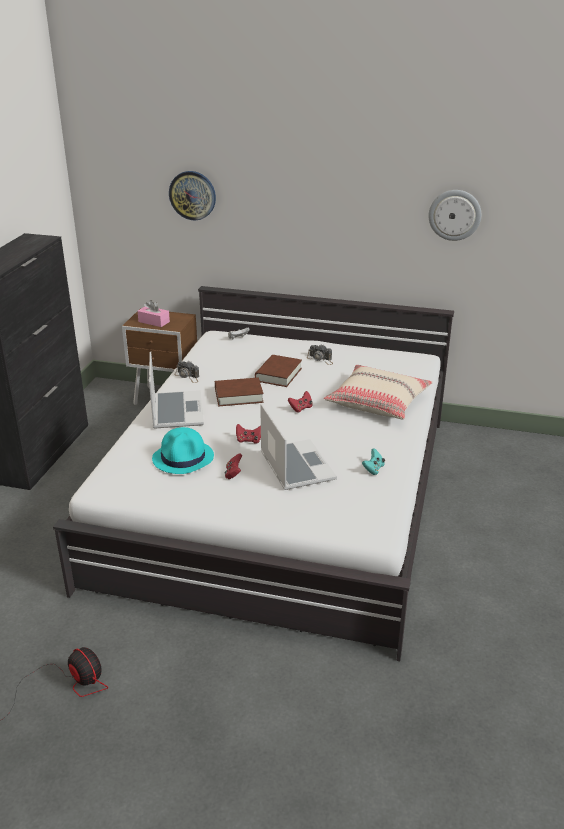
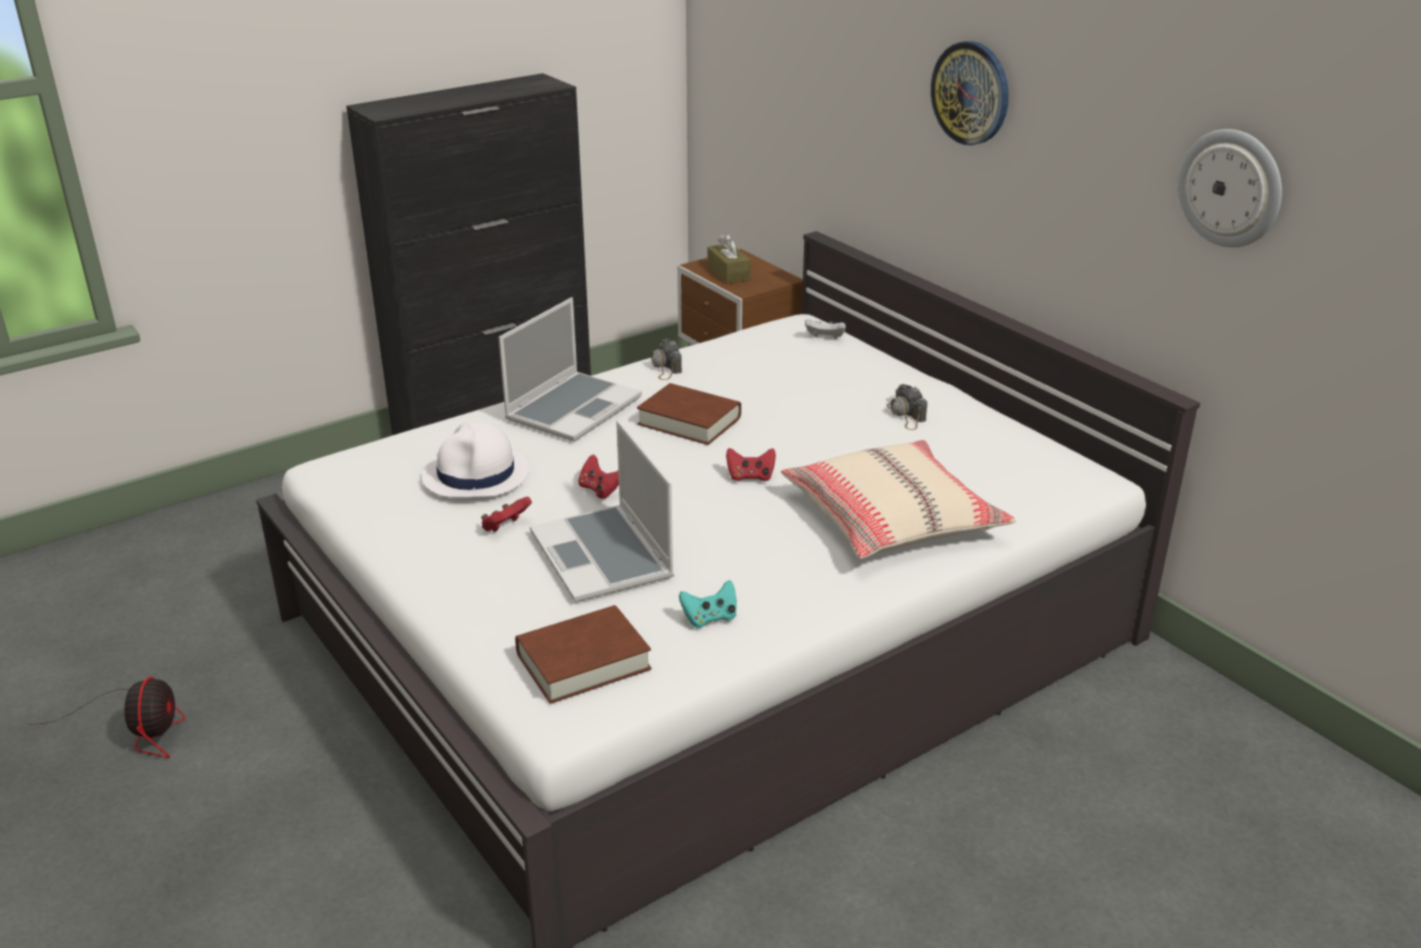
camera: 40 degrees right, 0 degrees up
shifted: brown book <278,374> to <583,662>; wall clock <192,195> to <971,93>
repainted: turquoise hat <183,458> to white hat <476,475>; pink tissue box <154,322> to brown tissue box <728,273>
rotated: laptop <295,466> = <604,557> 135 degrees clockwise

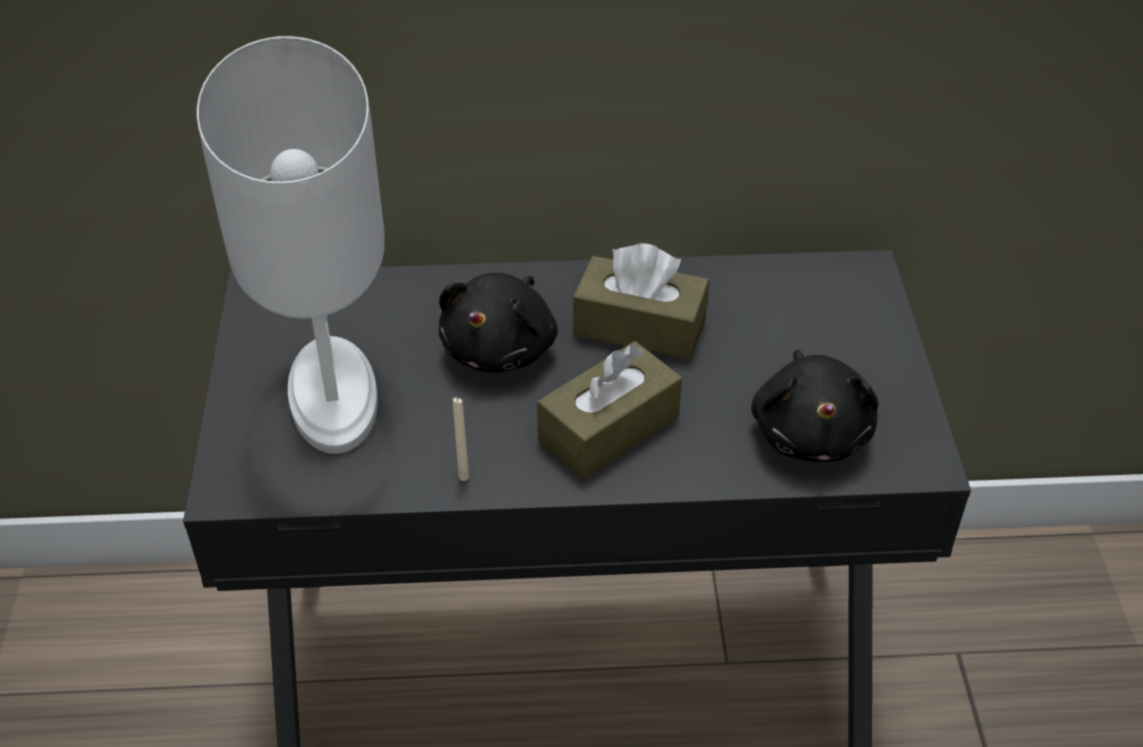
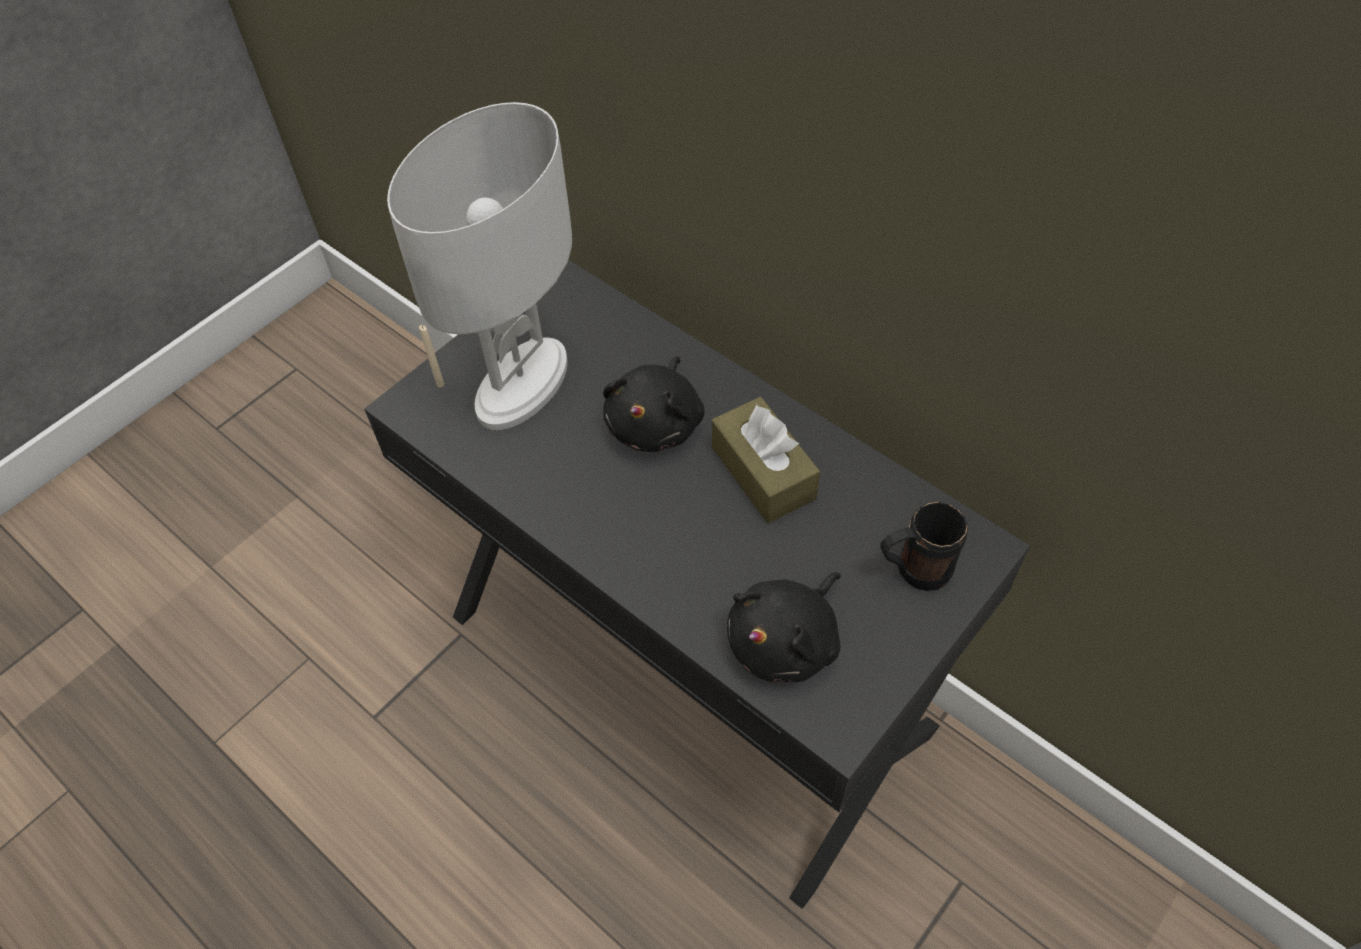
camera: 45 degrees right, 10 degrees up
gone: brown tissue box <609,428>
new: black mug <912,572>
shifted: beige candle <463,477> to <440,384>
rotated: black plush toy <502,348> = <656,423> 45 degrees counterclockwise

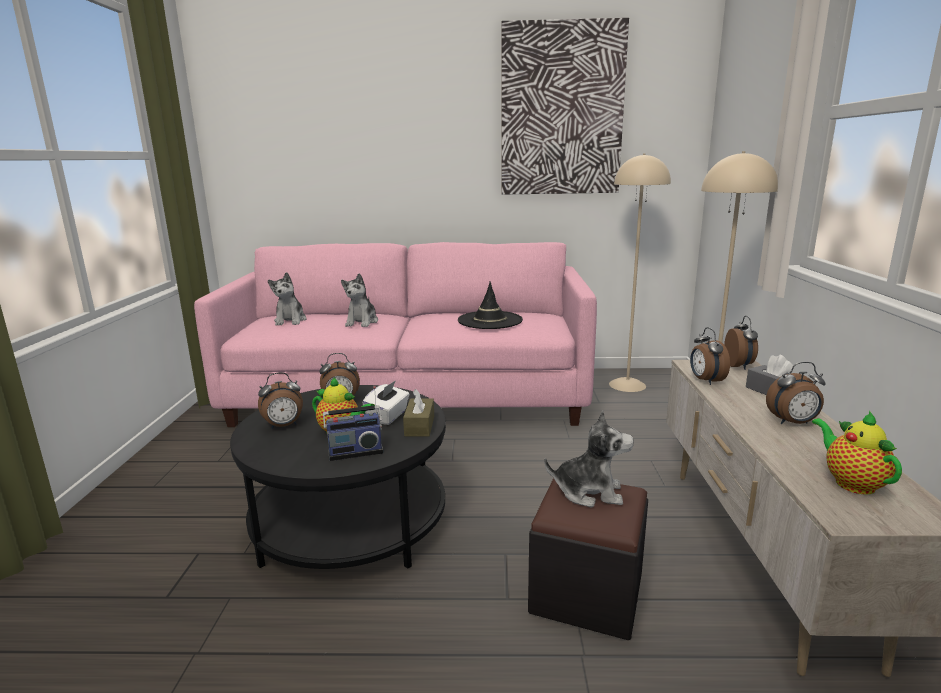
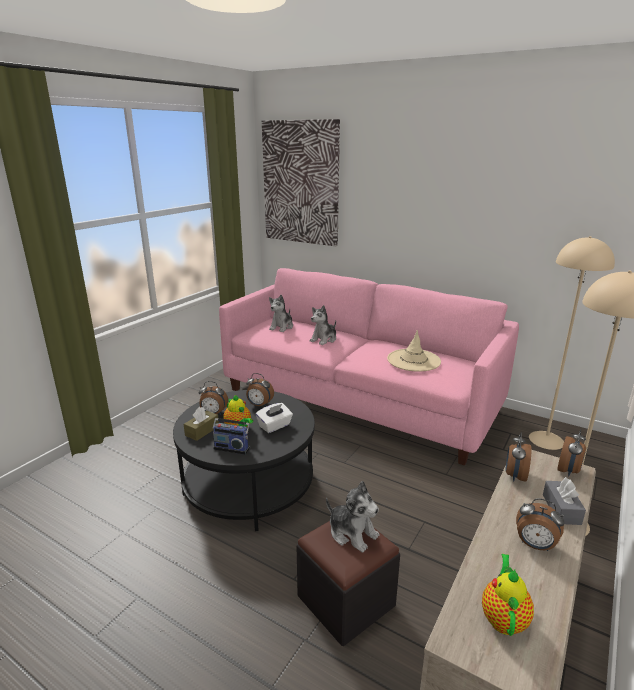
camera: 30 degrees right, 5 degrees up
shifted: brown tissue box <419,426> to <202,431>; picture <561,110> to <301,183>
repainted: black hat <490,320> to beige hat <413,360>

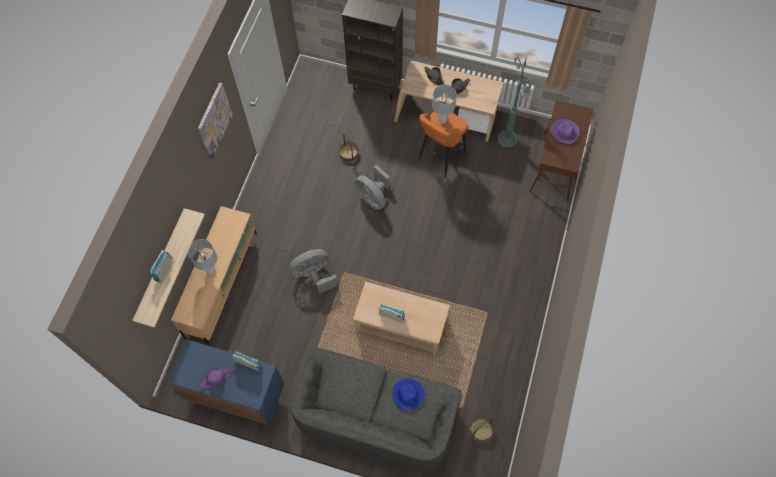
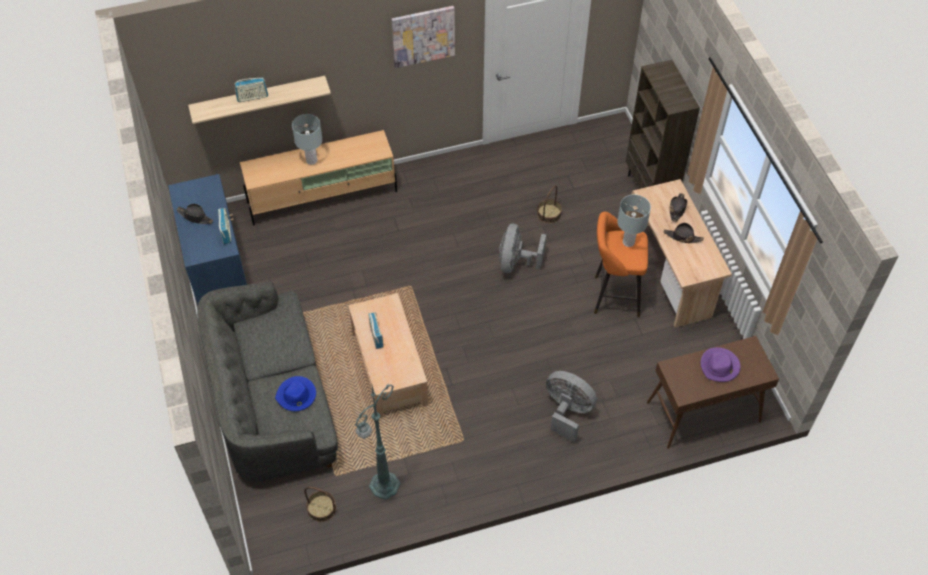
camera: 55 degrees right, 10 degrees down
shifted: green floor lamp <507,140> to <383,486>; grey fan <314,275> to <567,412>
repainted: purple hat <216,378> to black hat <195,217>

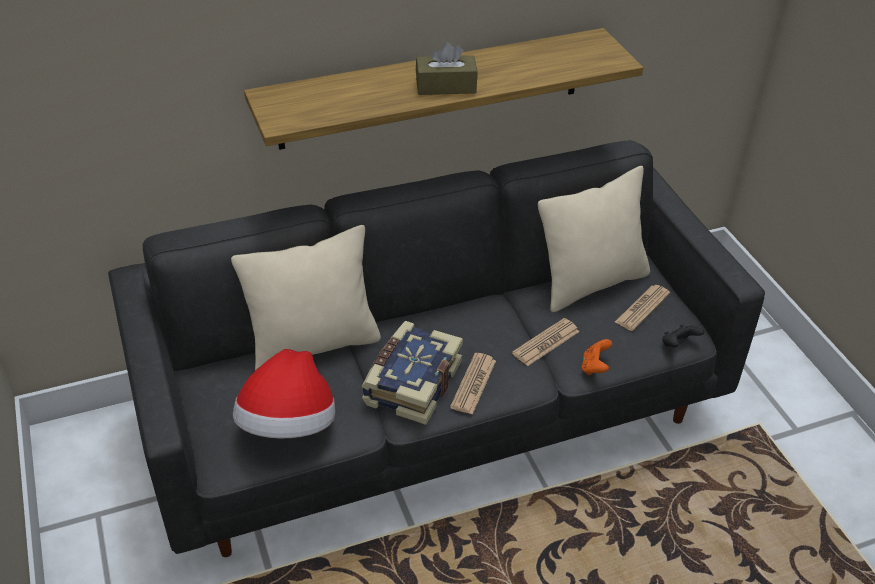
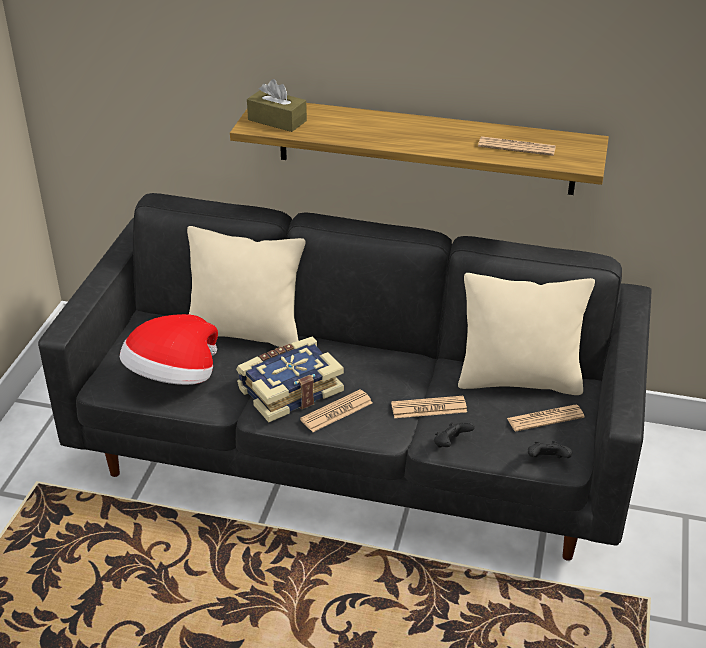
camera: 35 degrees right, 5 degrees down
new: newspaper <516,147>
shifted: brown tissue box <446,86> to <277,120>
repainted: orange game controller <594,367> to black game controller <451,444>

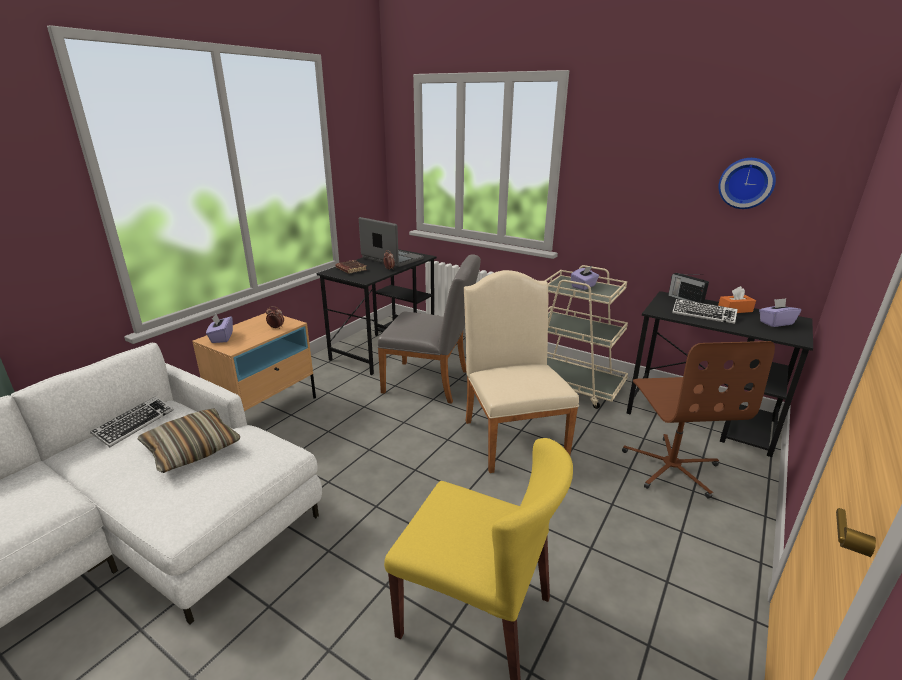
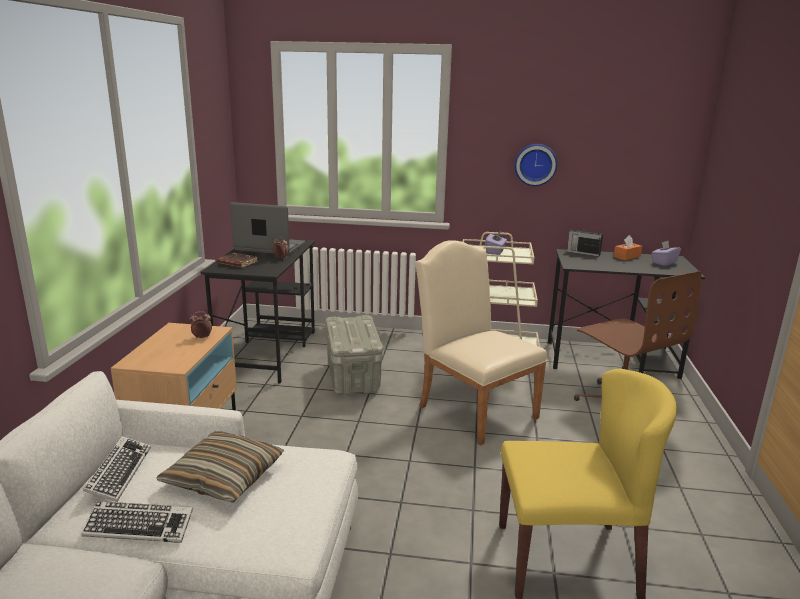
camera: 25 degrees left, 5 degrees down
gone: purple tissue box <221,337>
shifted: keyboard <703,315> to <139,527>; wall clock <746,183> to <535,164>
swapped: grey chair <432,382> to grey storage box <353,378>

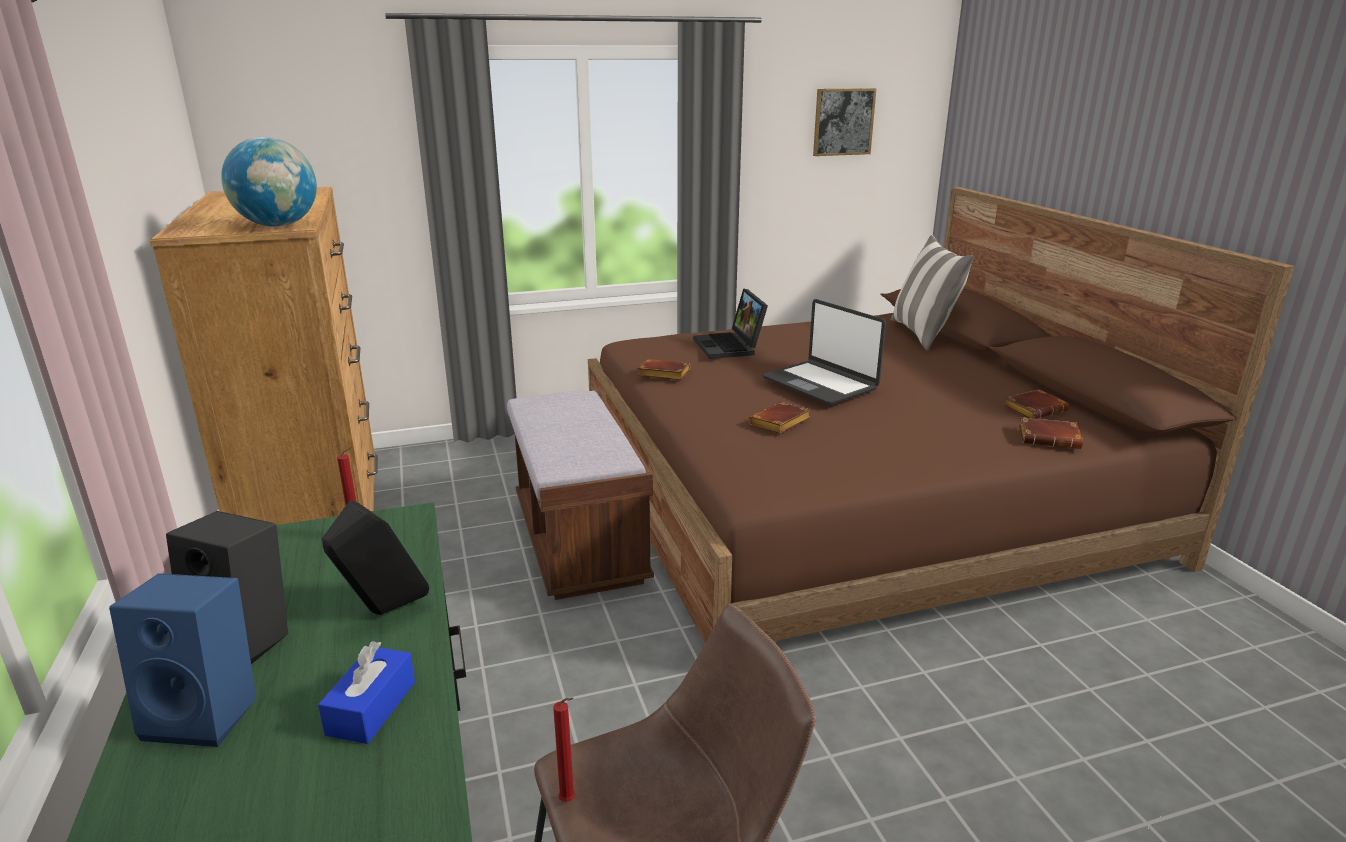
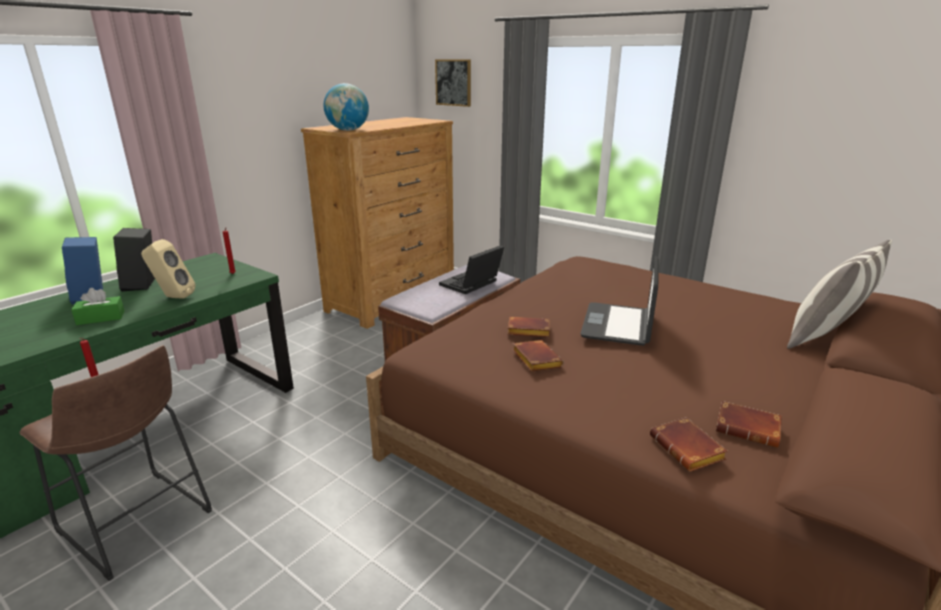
camera: 55 degrees right, 0 degrees up
shifted: picture <843,122> to <453,82>; laptop <730,347> to <471,285>; brown book <662,374> to <534,359>
repainted: blue tissue box <371,708> to green tissue box <101,318>; black speaker <382,612> to beige speaker <173,297>

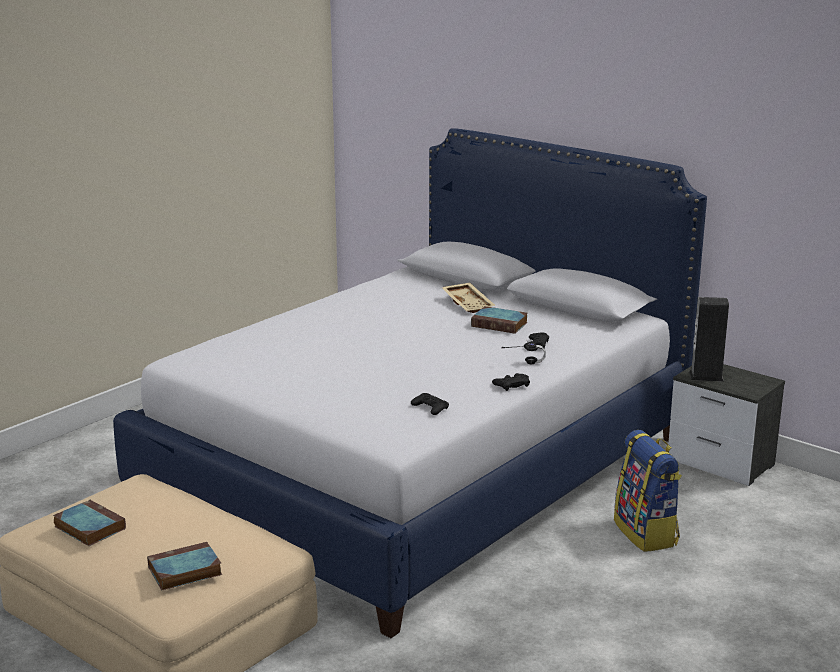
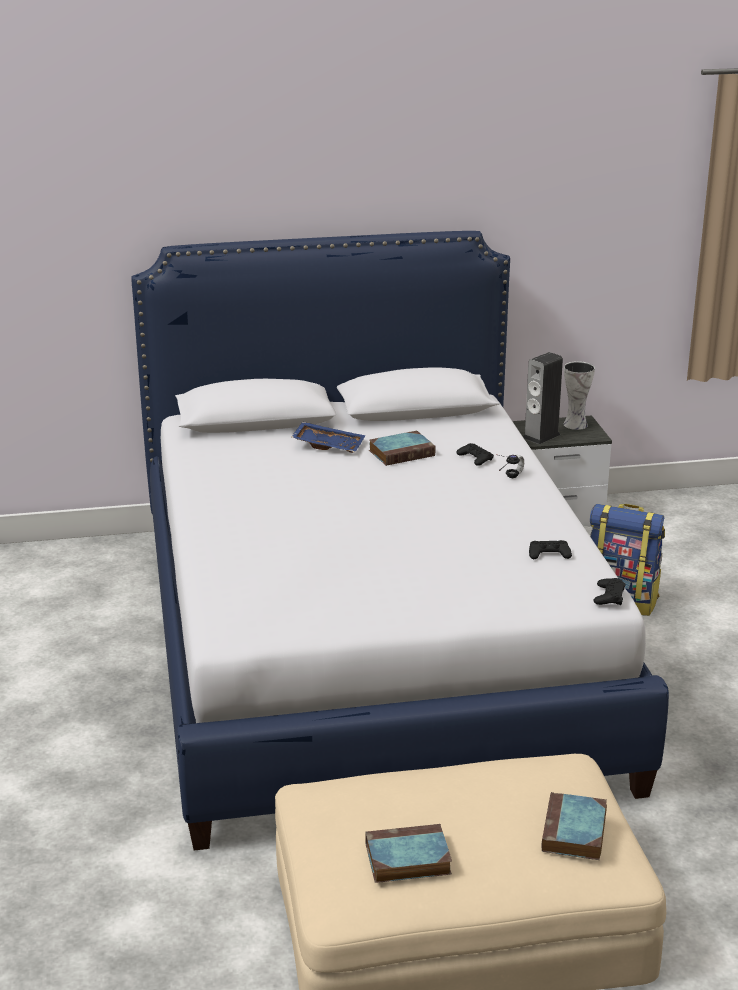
camera: 50 degrees left, 5 degrees up
new: vase <575,424>
shifted: black game controller <511,385> to <609,596>
repainted: beige tray <469,304> to blue tray <329,445>

